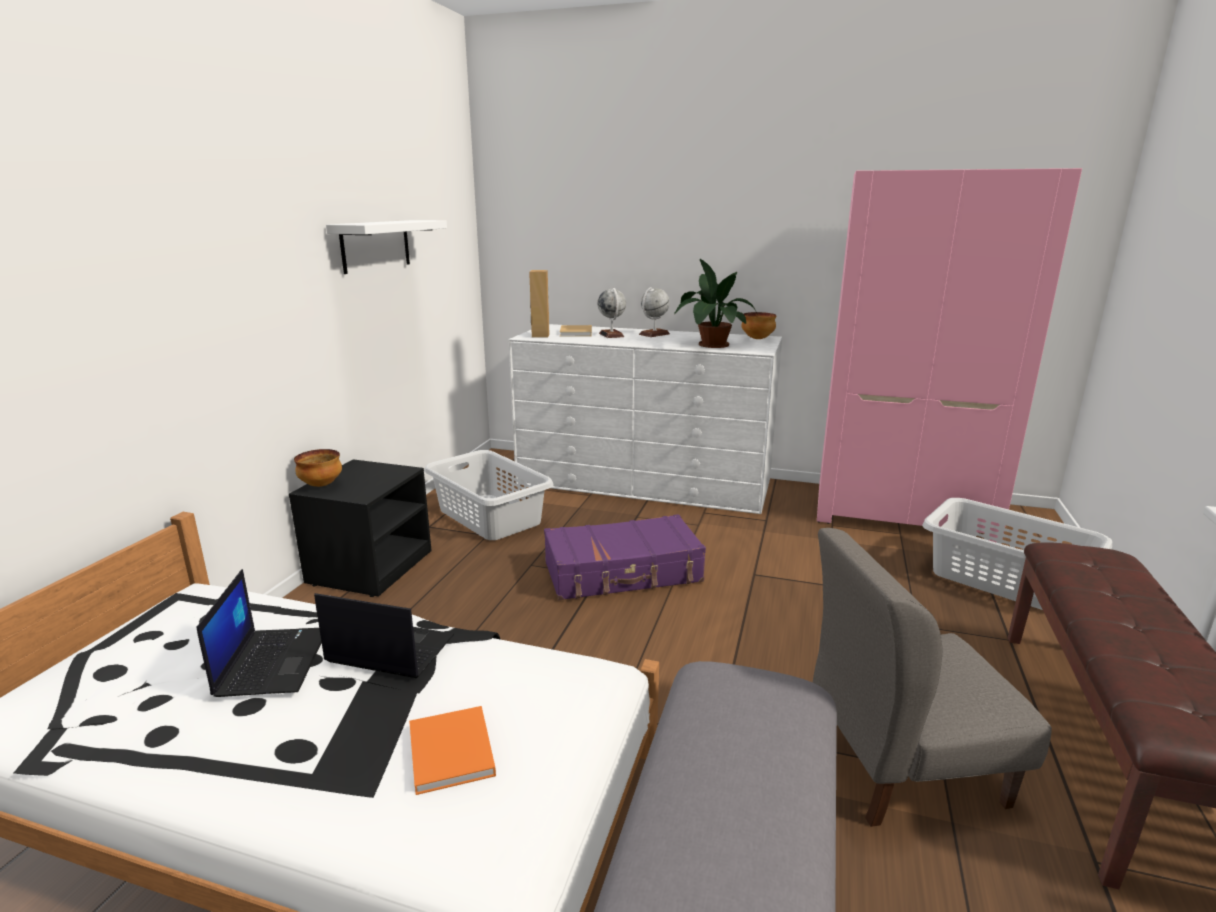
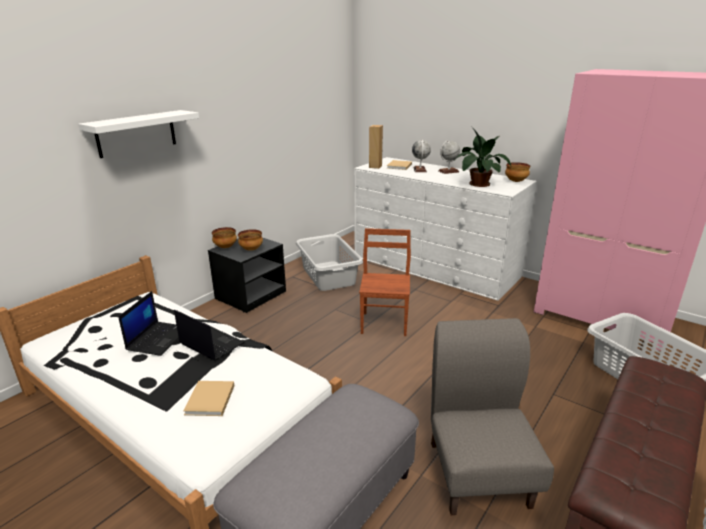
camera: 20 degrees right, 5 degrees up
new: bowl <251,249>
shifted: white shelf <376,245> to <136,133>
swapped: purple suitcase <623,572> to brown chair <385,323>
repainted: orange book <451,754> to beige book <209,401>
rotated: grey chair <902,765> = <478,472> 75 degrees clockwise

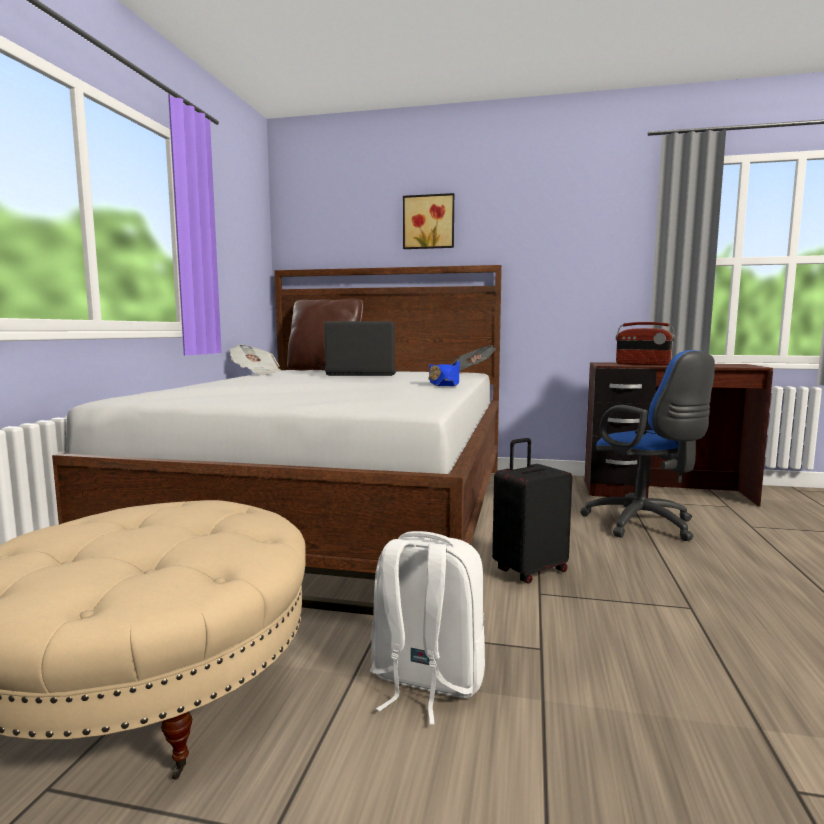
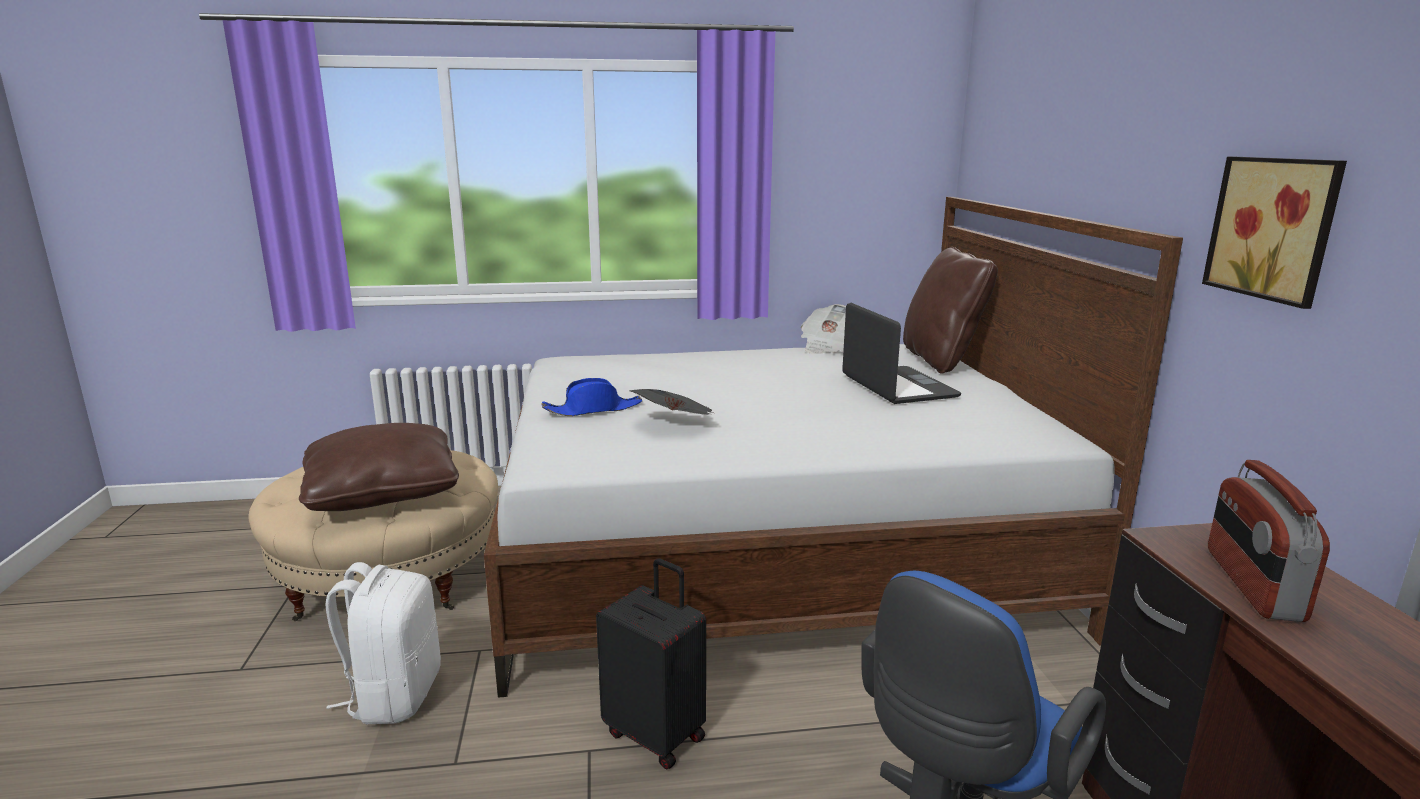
camera: 70 degrees right, 10 degrees up
new: brown pillow <382,492>
shifted: blue hat <444,384> to <593,409>; newspaper <470,373> to <676,425>; picture <429,222> to <1276,228>

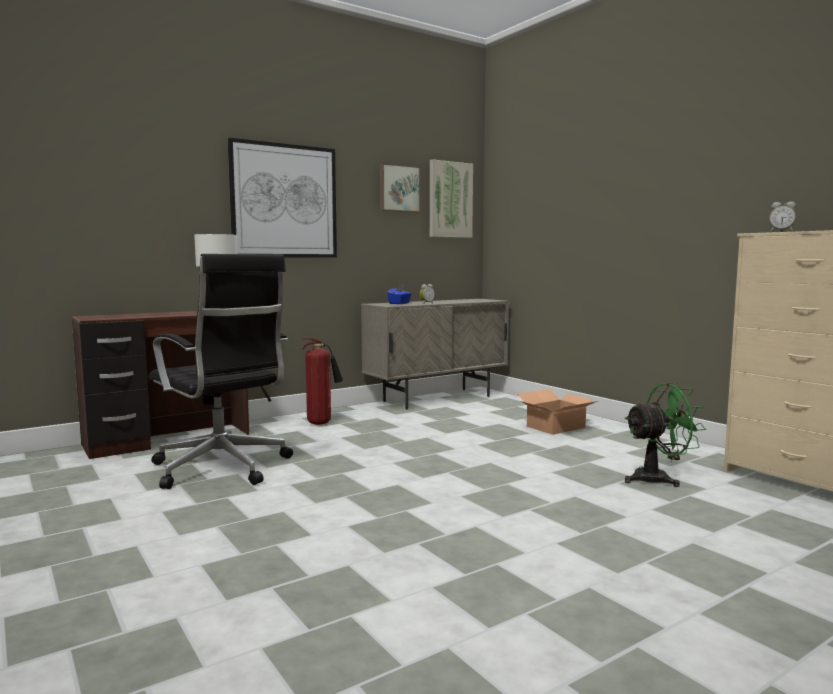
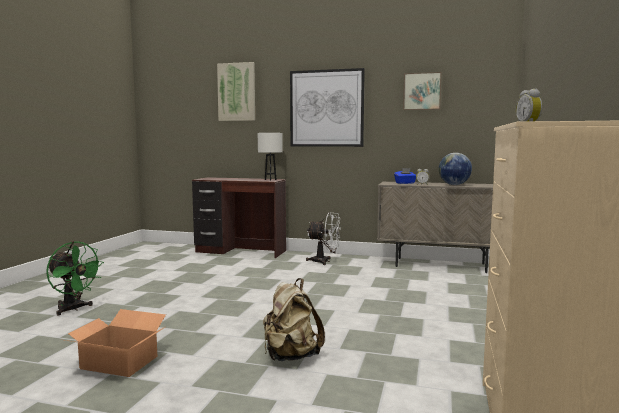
camera: 50 degrees right, 0 degrees up
gone: black office chair <222,468>
new: beige backpack <290,356>; globe <454,185>
shifted: green fan <658,478> to <73,309>; cardboard box <555,427> to <119,362>; picture <450,200> to <236,92>
swapped: fire extinguisher <321,423> to white fan <325,261>

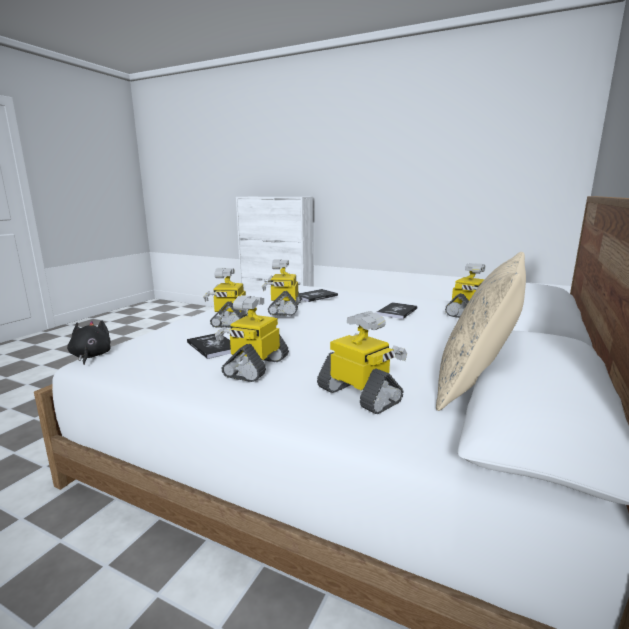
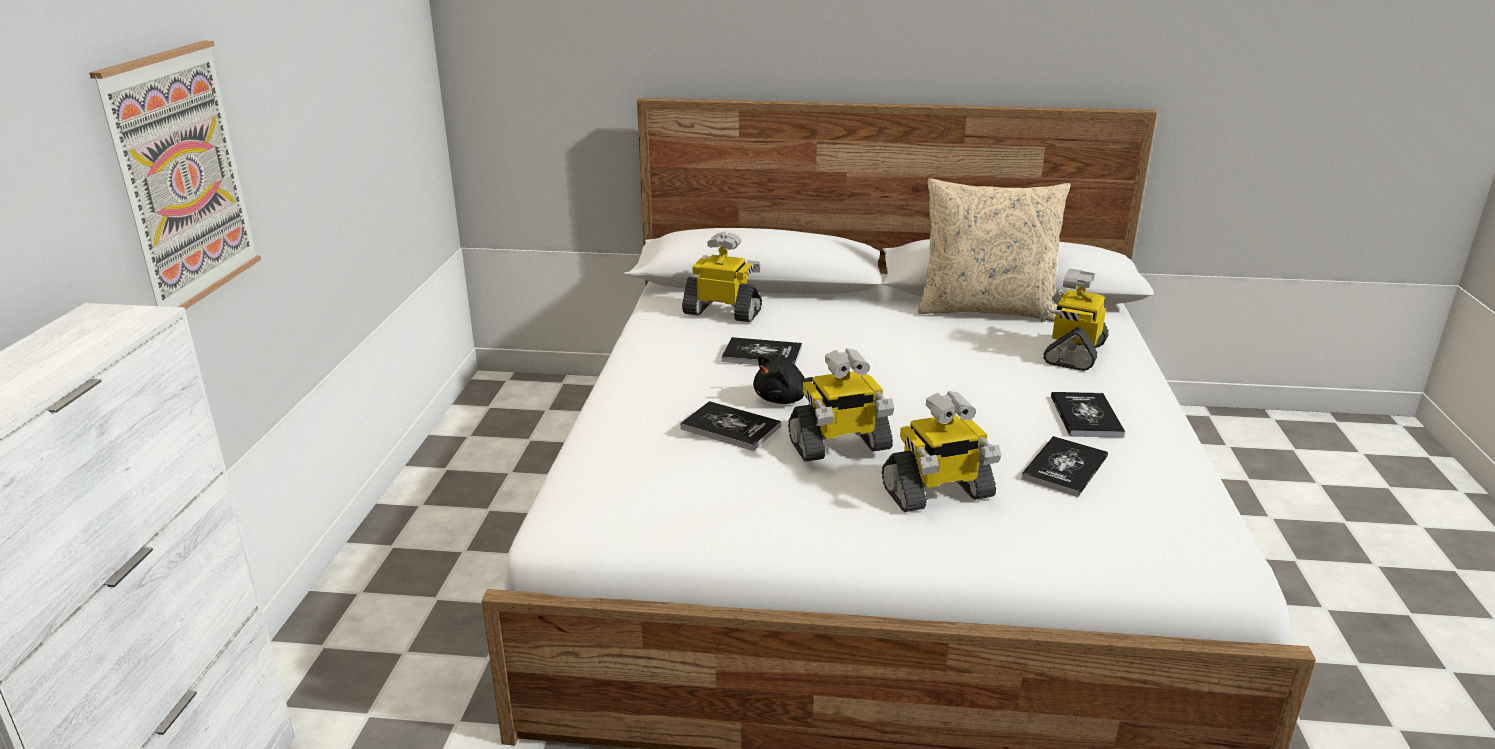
camera: 110 degrees left, 10 degrees up
new: picture <180,177>
shifted: black plush toy <91,356> to <783,399>
swapped: toy robot <255,367> to book <1086,416>

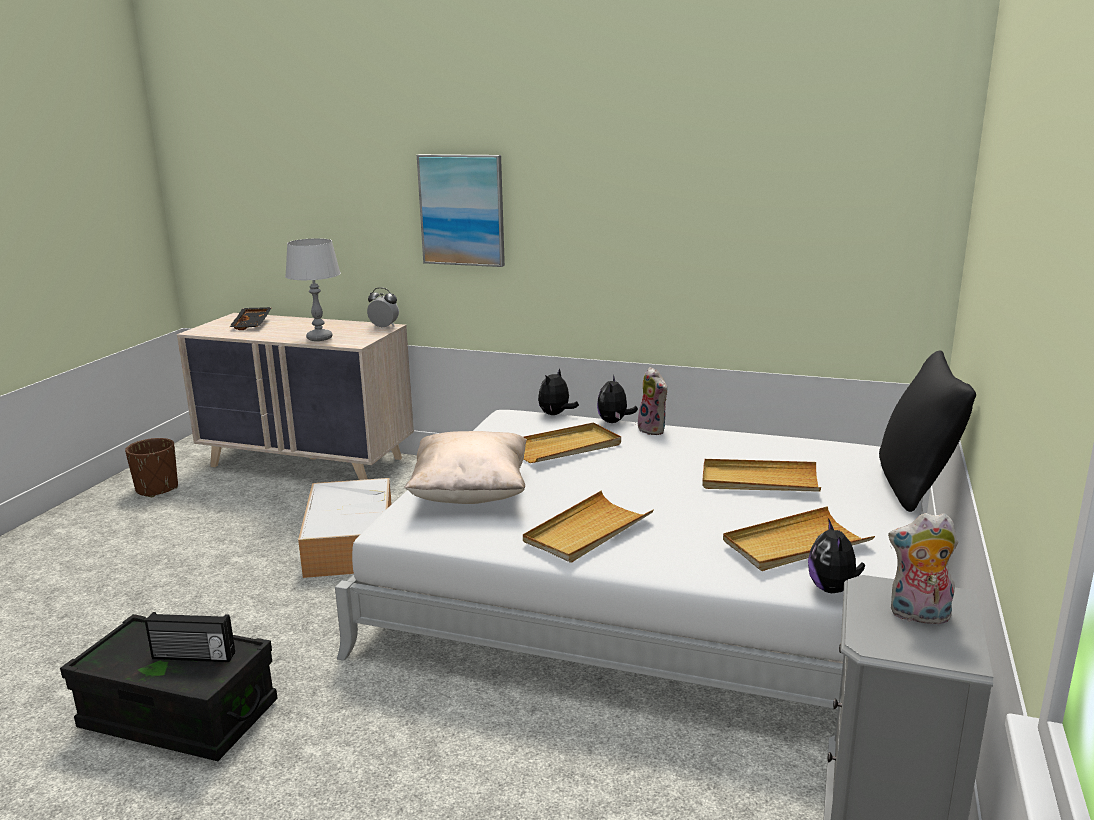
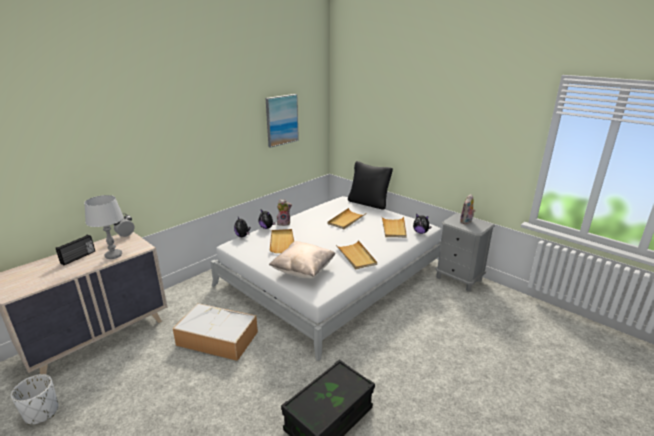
camera: 65 degrees left, 5 degrees up
gone: black tray <253,324>
shifted: radio <193,657> to <78,257>; picture <462,210> to <281,120>
repainted: brown planter <157,489> to white planter <41,412>

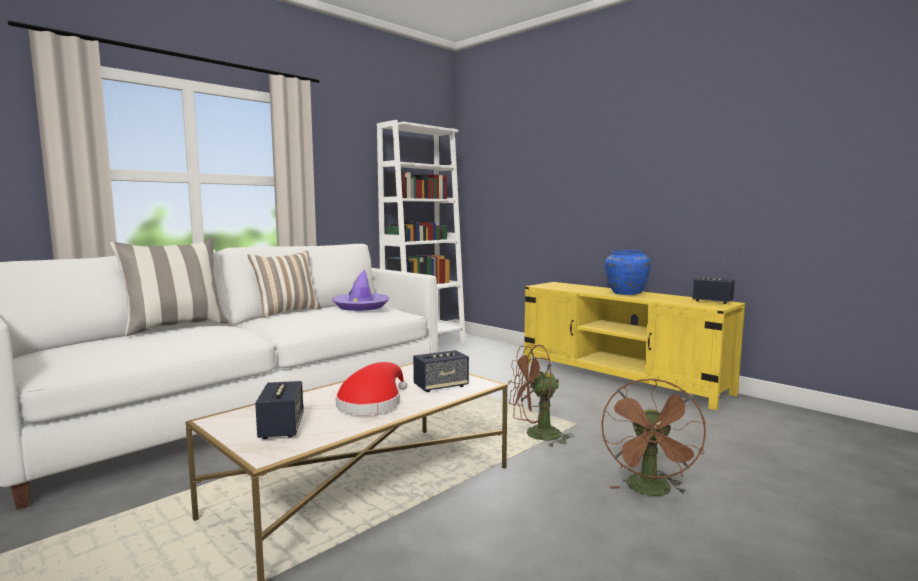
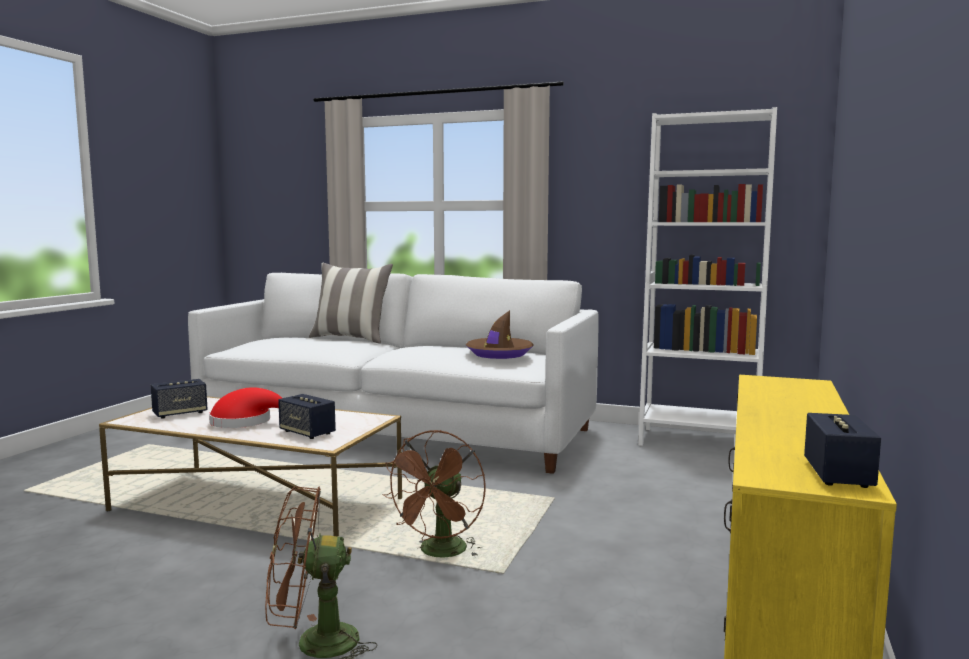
camera: 65 degrees right, 0 degrees up
gone: pillow <286,312>; blue vase <625,293>
repainted: purple hat <361,307> to brown hat <499,354>
rotated: brown fan <536,436> = <440,554> 120 degrees counterclockwise

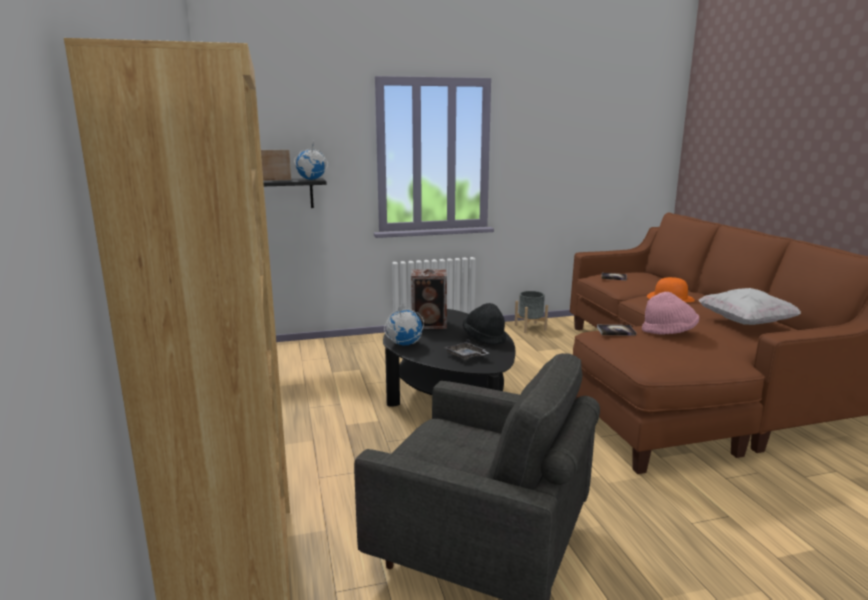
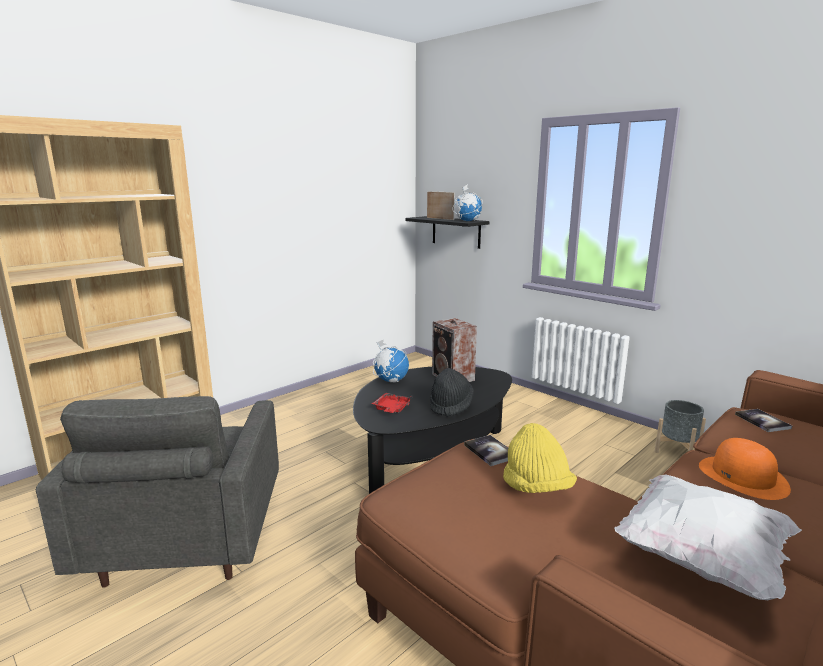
camera: 60 degrees right, 0 degrees up
repainted: grey tray <466,356> to red tray <391,409>; pink hat <669,332> to yellow hat <536,488>

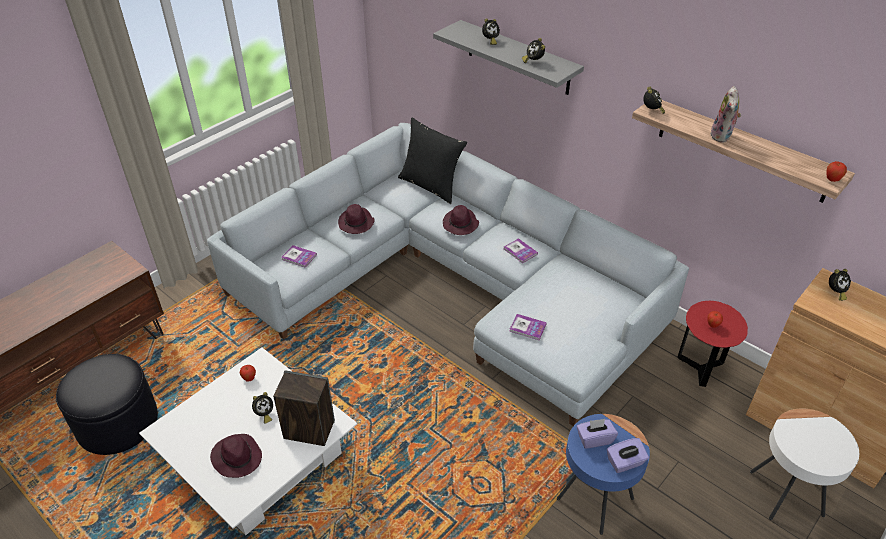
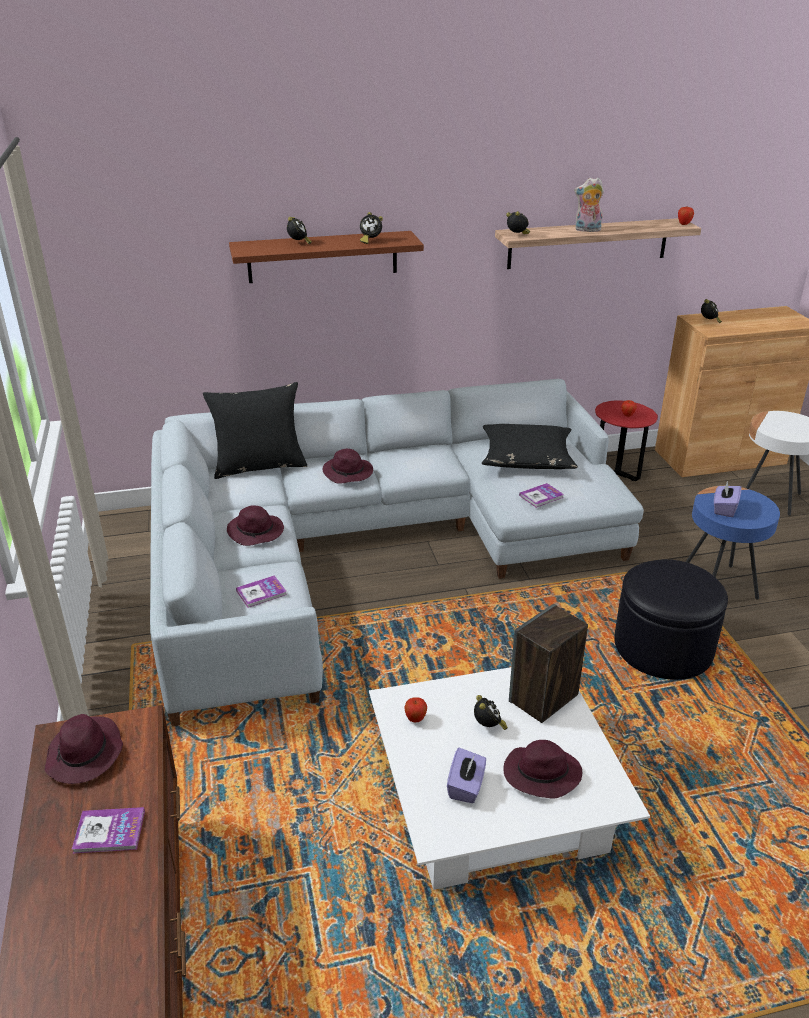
camera: 55 degrees left, 10 degrees down
new: purple hat <85,755>; black pillow <527,457>
shifted: book <520,251> to <109,831>; purple tissue box <625,462> to <466,786>; black ottoman <118,422> to <663,647>
repainted: grey shelf <518,58> to brown shelf <322,257>
rotated: plush toy <722,136> = <587,230> 135 degrees clockwise

